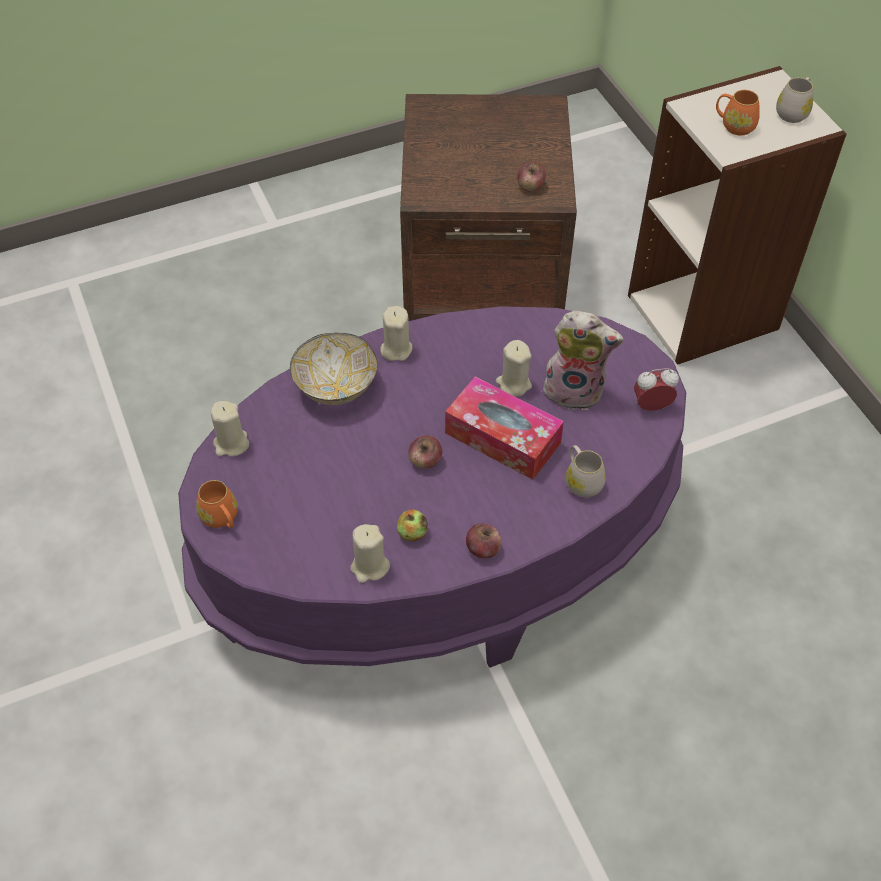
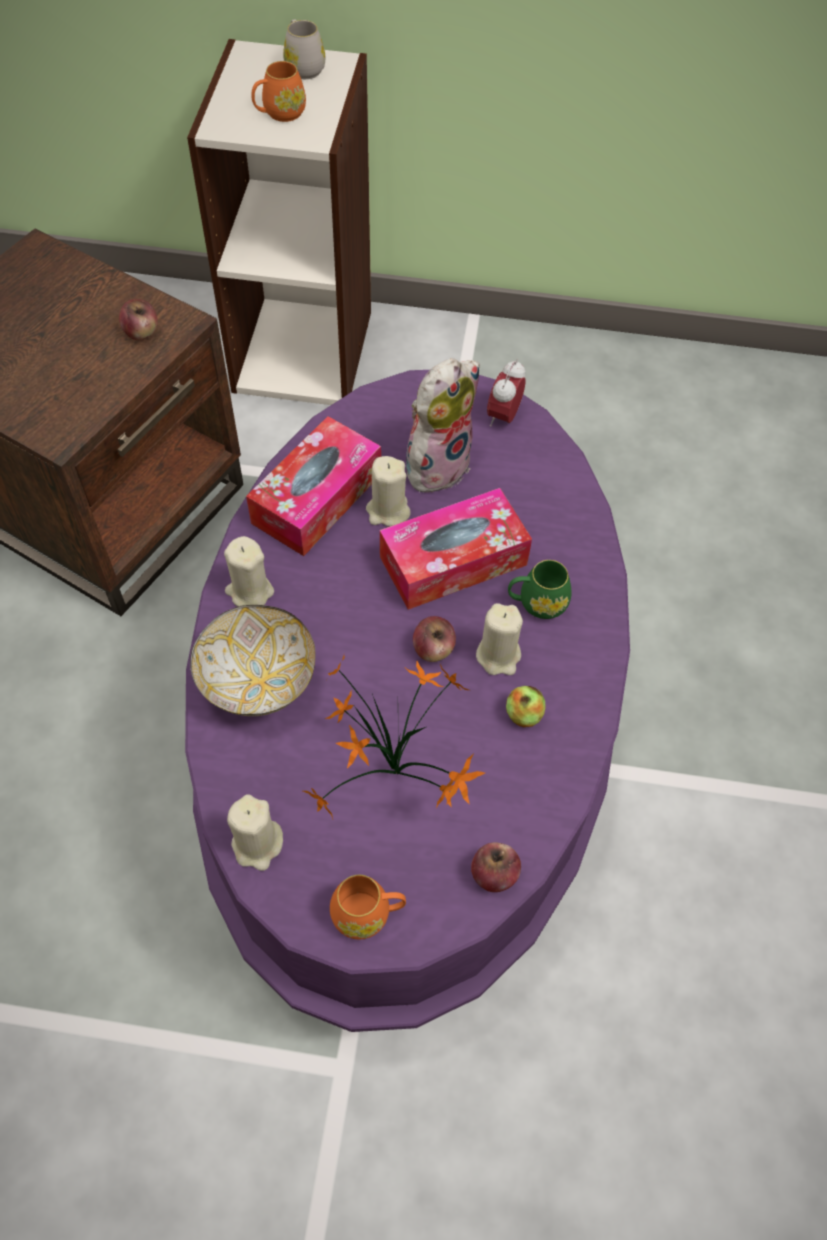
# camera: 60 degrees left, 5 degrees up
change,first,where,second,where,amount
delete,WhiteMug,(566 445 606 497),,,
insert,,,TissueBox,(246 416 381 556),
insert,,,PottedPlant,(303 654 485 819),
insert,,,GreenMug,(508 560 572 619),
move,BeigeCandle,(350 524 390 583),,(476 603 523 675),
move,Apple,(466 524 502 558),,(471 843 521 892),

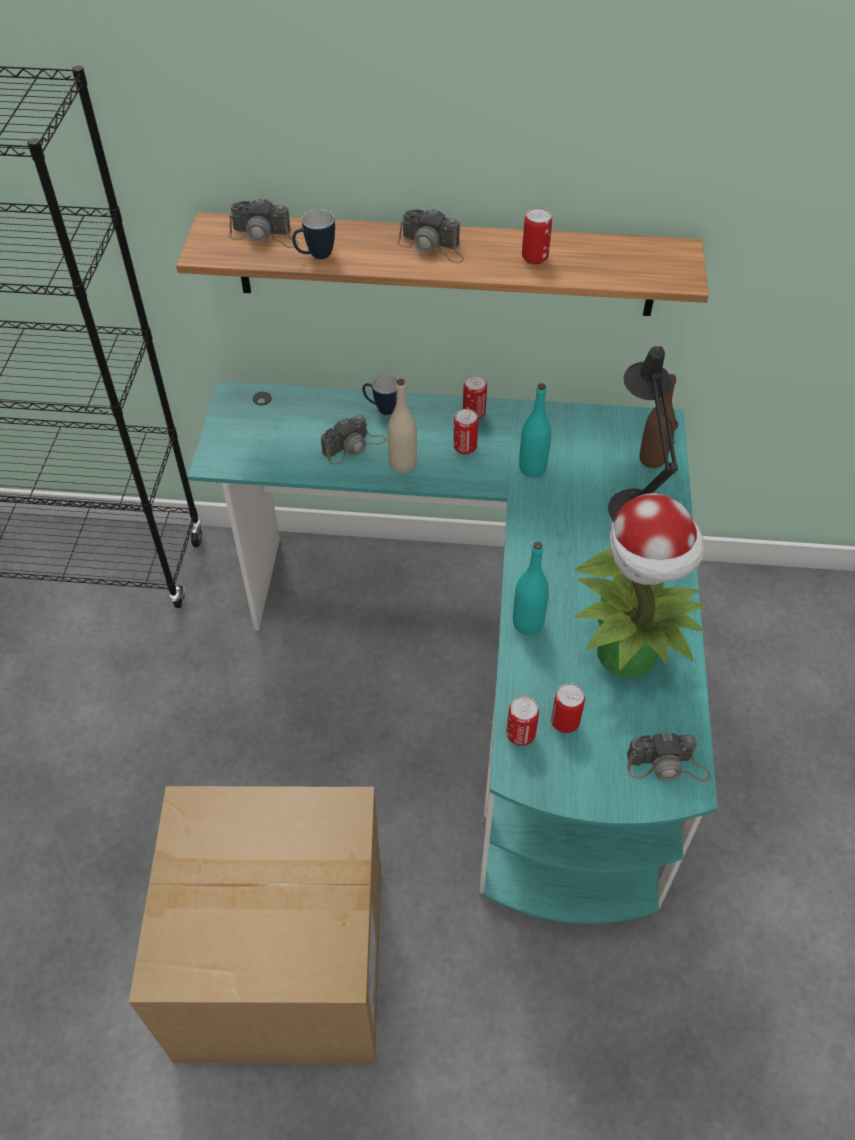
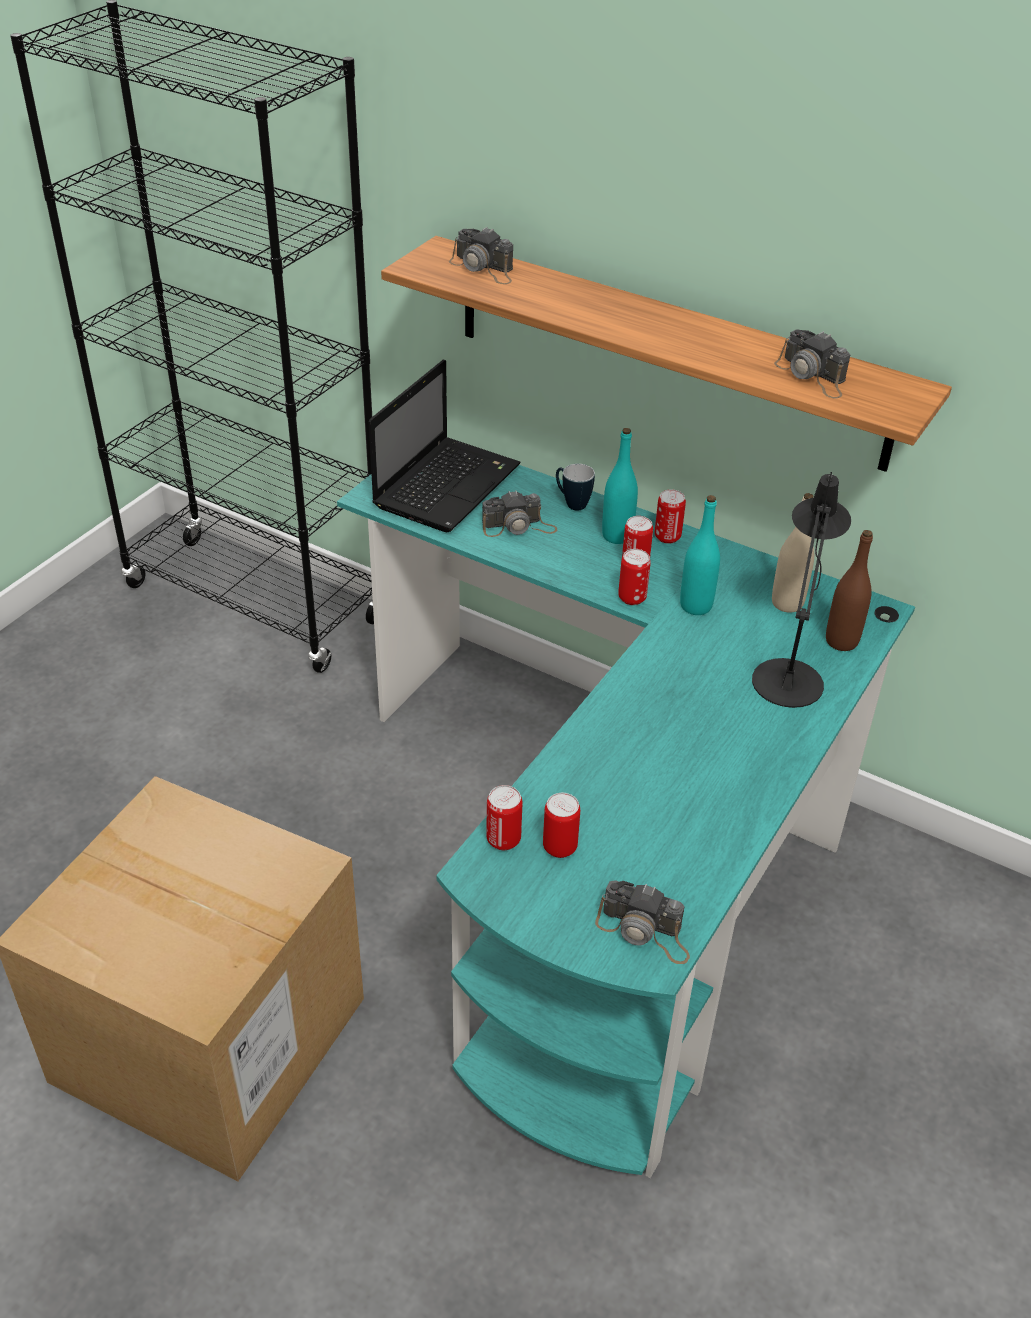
# camera: 25 degrees right, 10 degrees down
change,first,where,second,where,amount
delete,Mug,(292 209 335 259),,,
delete,PottedPlant,(574 493 706 678),,,
insert,,,Laptop,(369 359 521 532),
move,BeigeBottle,(387 379 417 473),,(772 493 814 613),
move,PhotoCamera,(397 208 464 263),,(774 329 850 398),
move,TurquoiseBottle,(513 542 549 635),,(602 428 638 544),
move,Can,(522 208 552 265),,(618 549 651 605),

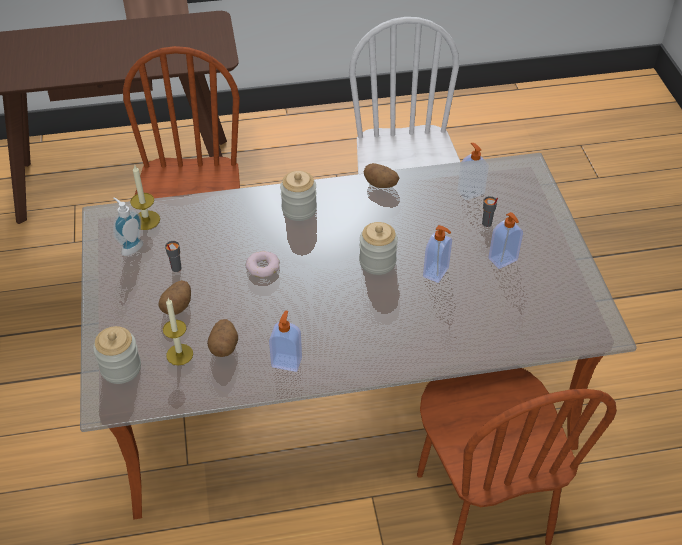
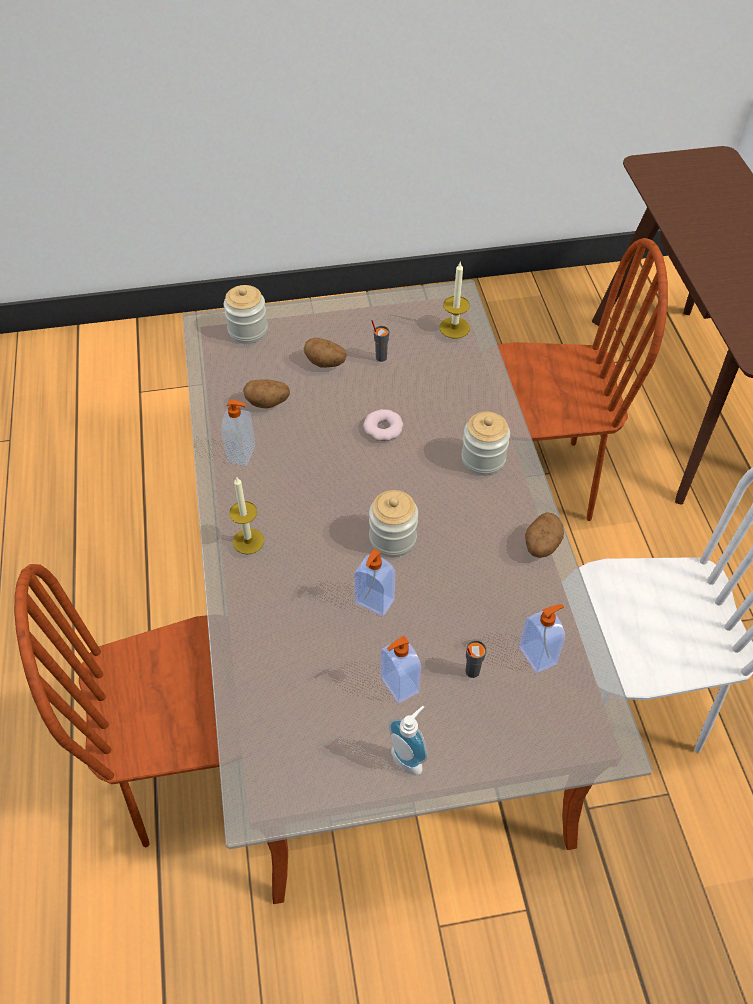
# camera: 90 degrees right, 5 degrees up
change,first,where,second,where,amount
move,SoapDispenser,(113 197 143 256),,(389 706 428 775),
move,Candle,(163 298 193 366),,(229 476 264 554),

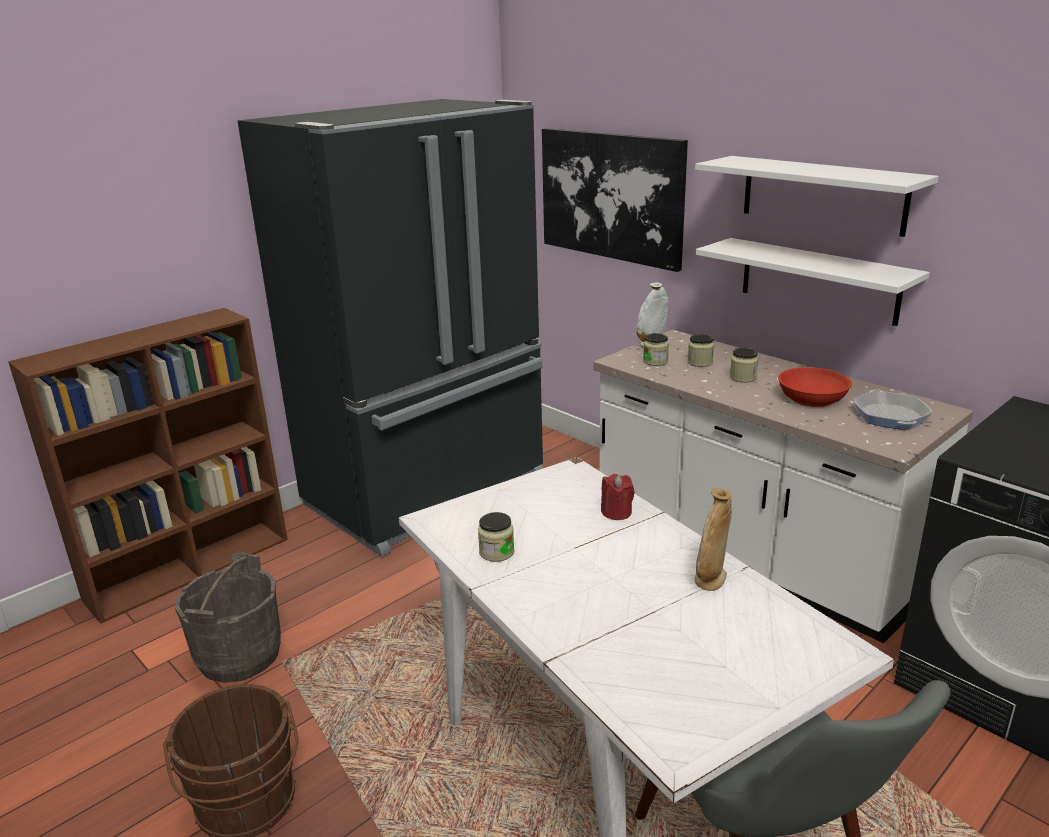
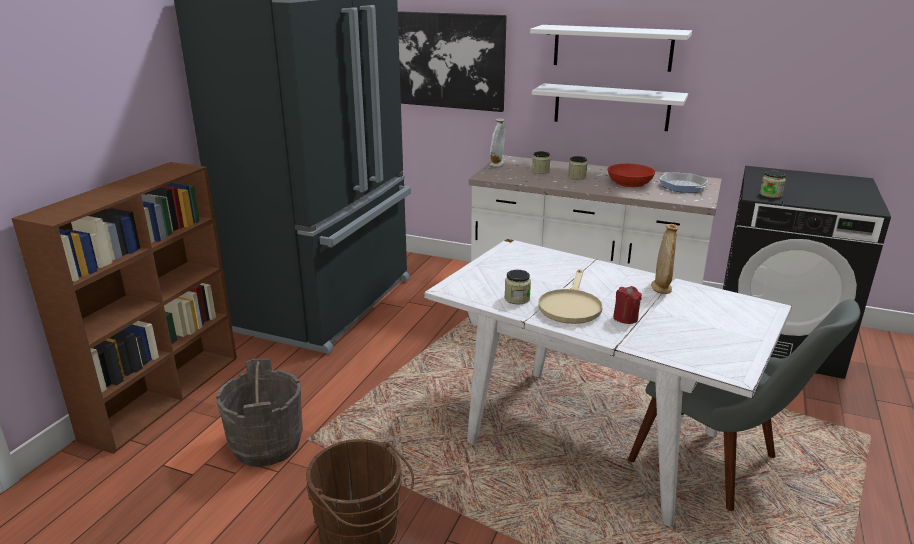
# camera: 25 degrees left, 0 degrees up
change,first,where,second,where,amount
insert,,,BeigeFryingPan,(538 269 602 324),
move,RedCandle,(601 474 635 520),,(613 286 642 324),
move,Jar,(643 333 669 366),,(760 171 786 198),

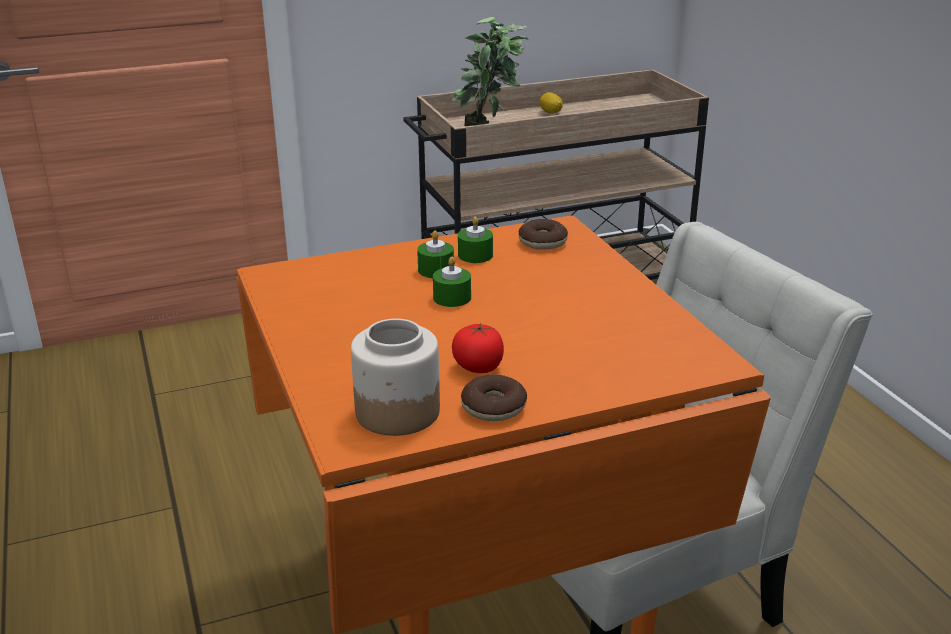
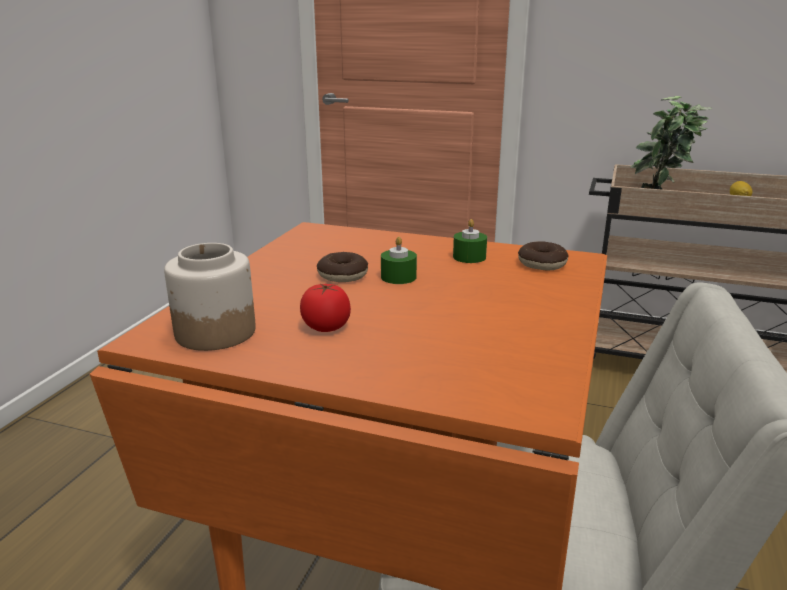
# camera: 40 degrees right, 5 degrees down
change,first,where,second,where,amount
delete,GreenCandle,(417 230 454 278),,,
move,Donut,(461 375 527 421),,(317 252 368 282),

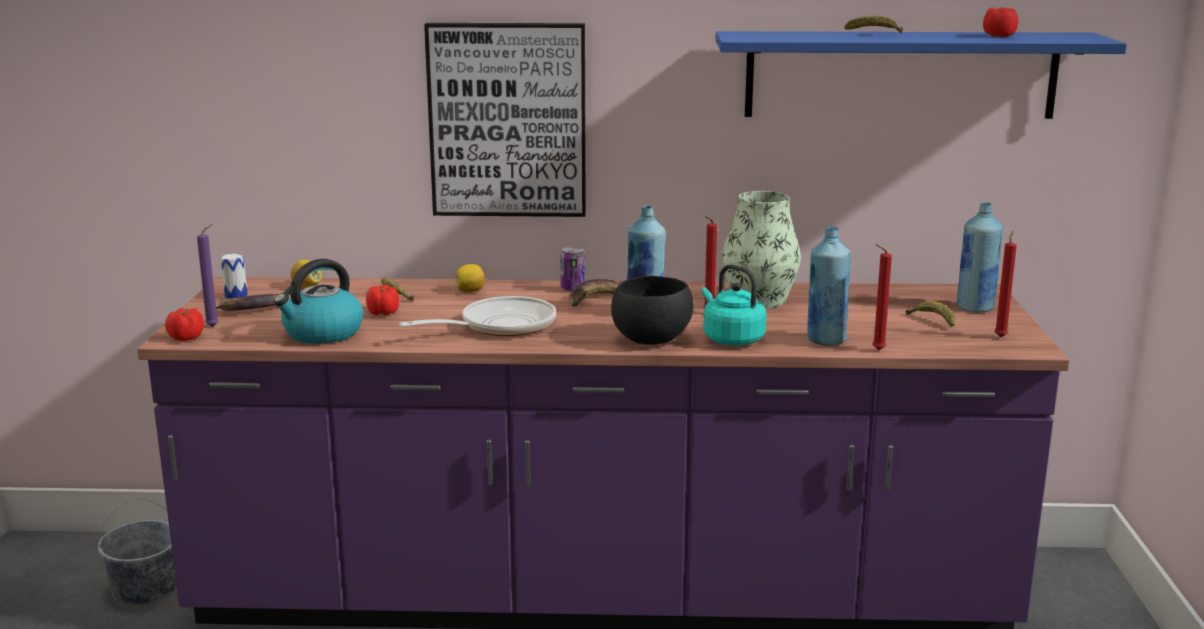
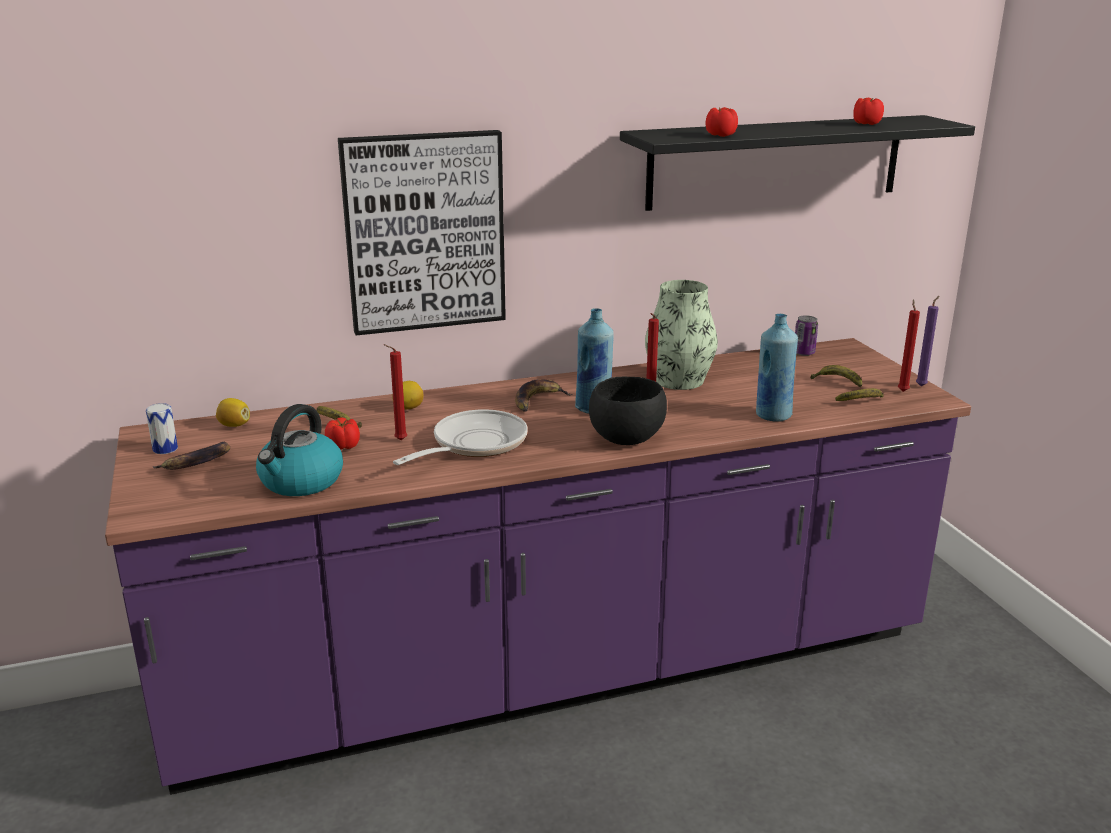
# camera: 20 degrees left, 5 degrees up
change,first,where,second,where,amount
delete,GreyBucket,(97 498 177 605),,,
delete,TurquoiseKettle,(702 264 766 345),,,
delete,BlueBottle,(957 202 1003 313),,,
move,Tomato,(165 308 204 341),,(706 107 738 137),
move,PurpleCandle,(197 224 219 327),,(916 296 939 386),
move,Can,(560 246 585 291),,(795 316 818 356),
move,Banana,(844 16 903 33),,(835 388 884 401),
move,RedCandle,(872 244 892 350),,(384 344 407 440),
recolor,BlueShelf,(715 31 1127 119),BlackShelf,(620 115 975 211),

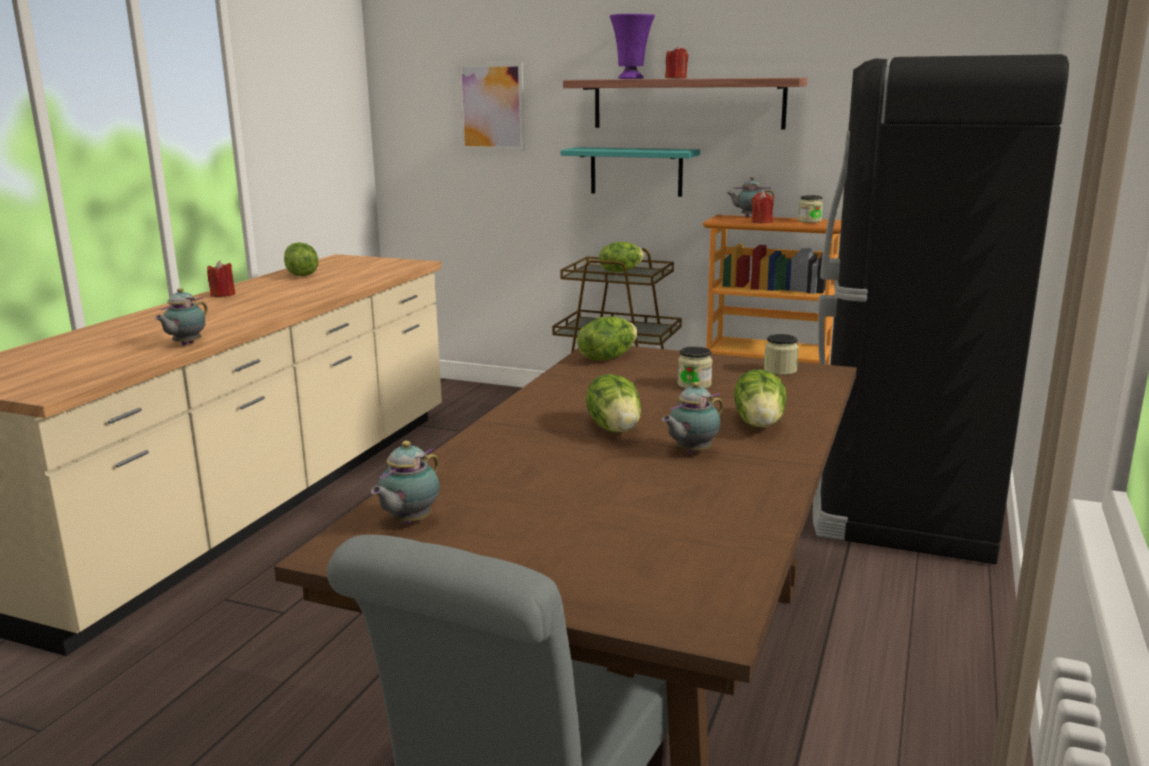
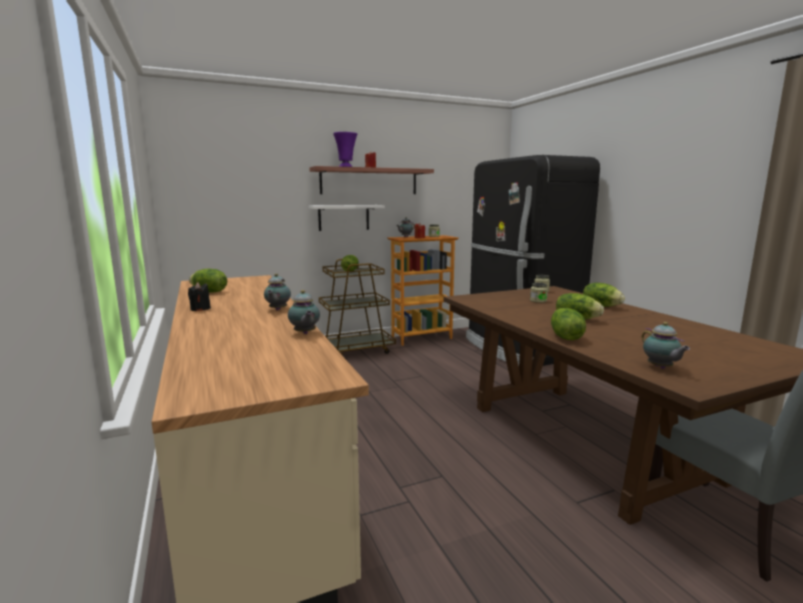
# camera: 45 degrees left, 5 degrees down
change,first,where,second,where,amount
delete,Picture,(458 62 525 151),,,
move,Lettuce,(577 316 637 360),,(551 308 586 340),
move,Teapot,(662 382 723 453),,(264 274 291 310),
recolor,RedCandle,(207 261 235 297),BlackCandle,(188 282 211 311),
recolor,TurquoiseShelf,(560 147 700 197),WhiteShelf,(309 205 385 231),

